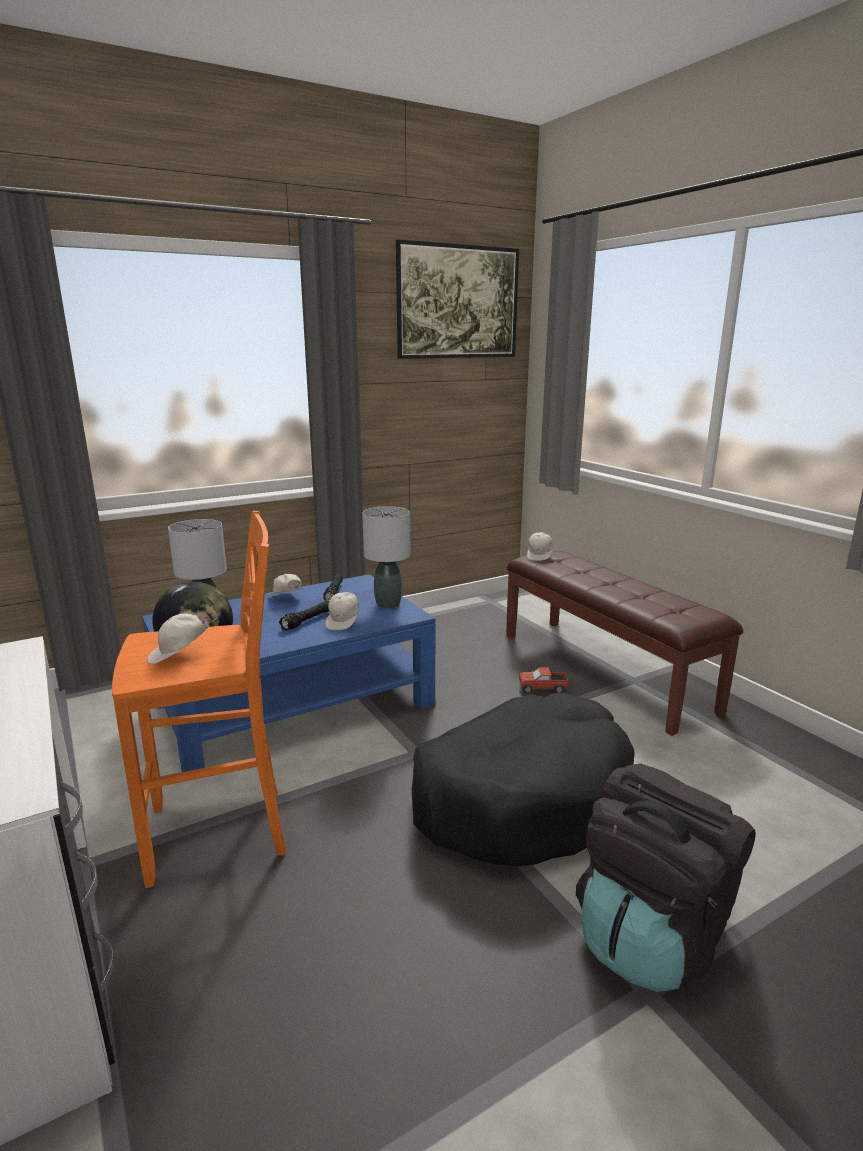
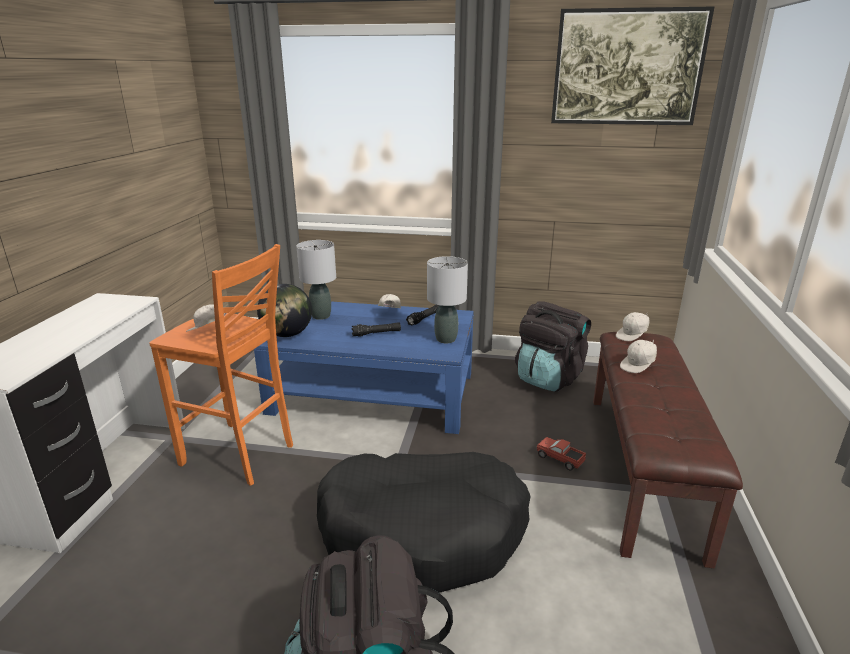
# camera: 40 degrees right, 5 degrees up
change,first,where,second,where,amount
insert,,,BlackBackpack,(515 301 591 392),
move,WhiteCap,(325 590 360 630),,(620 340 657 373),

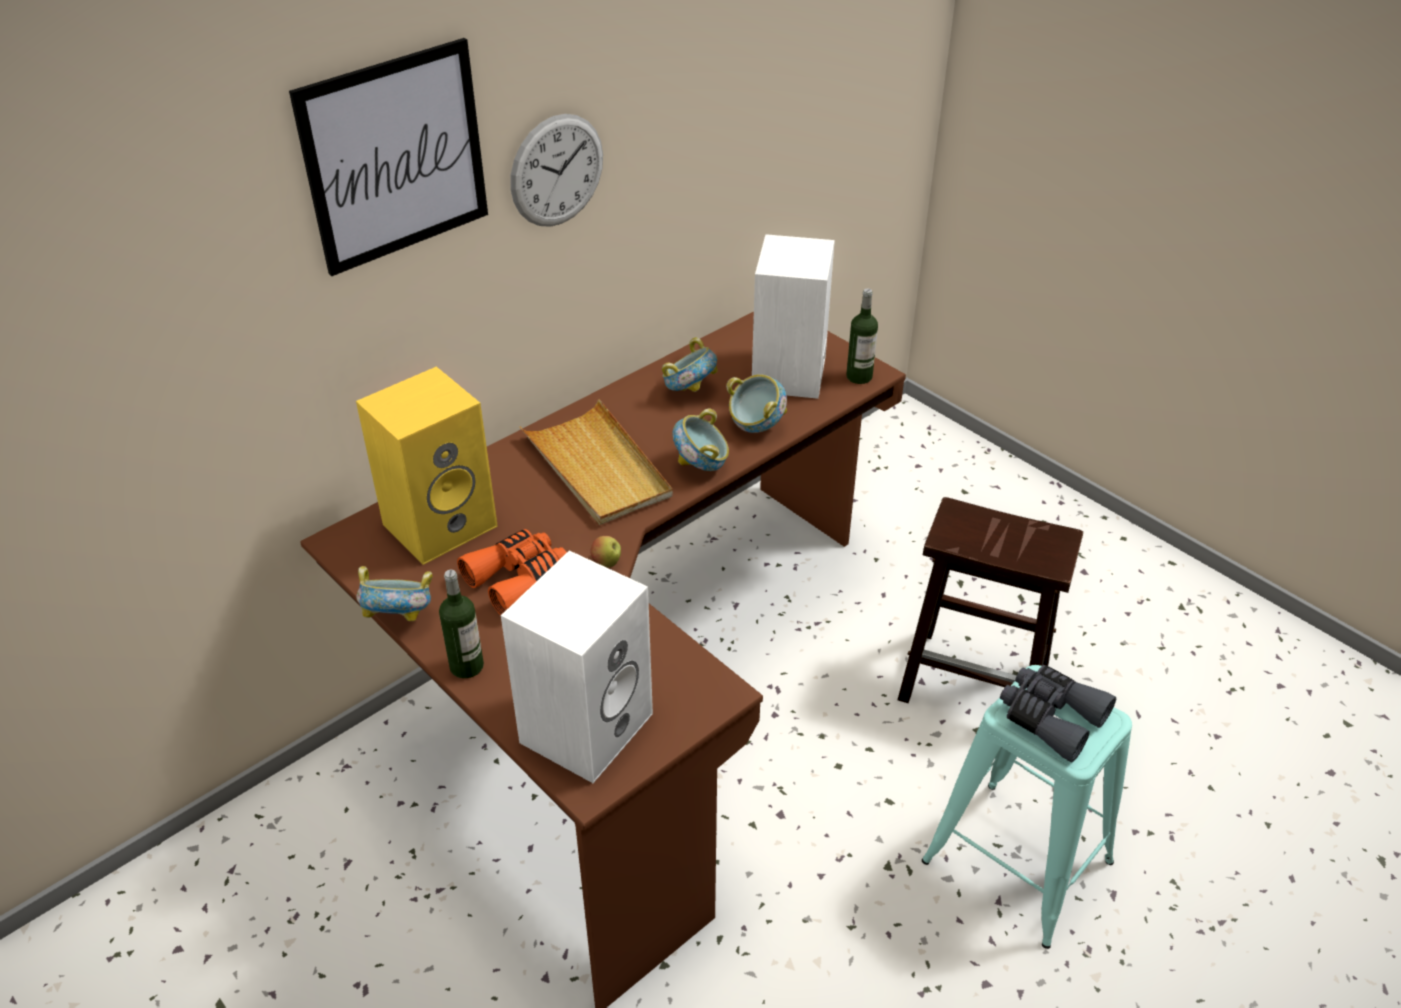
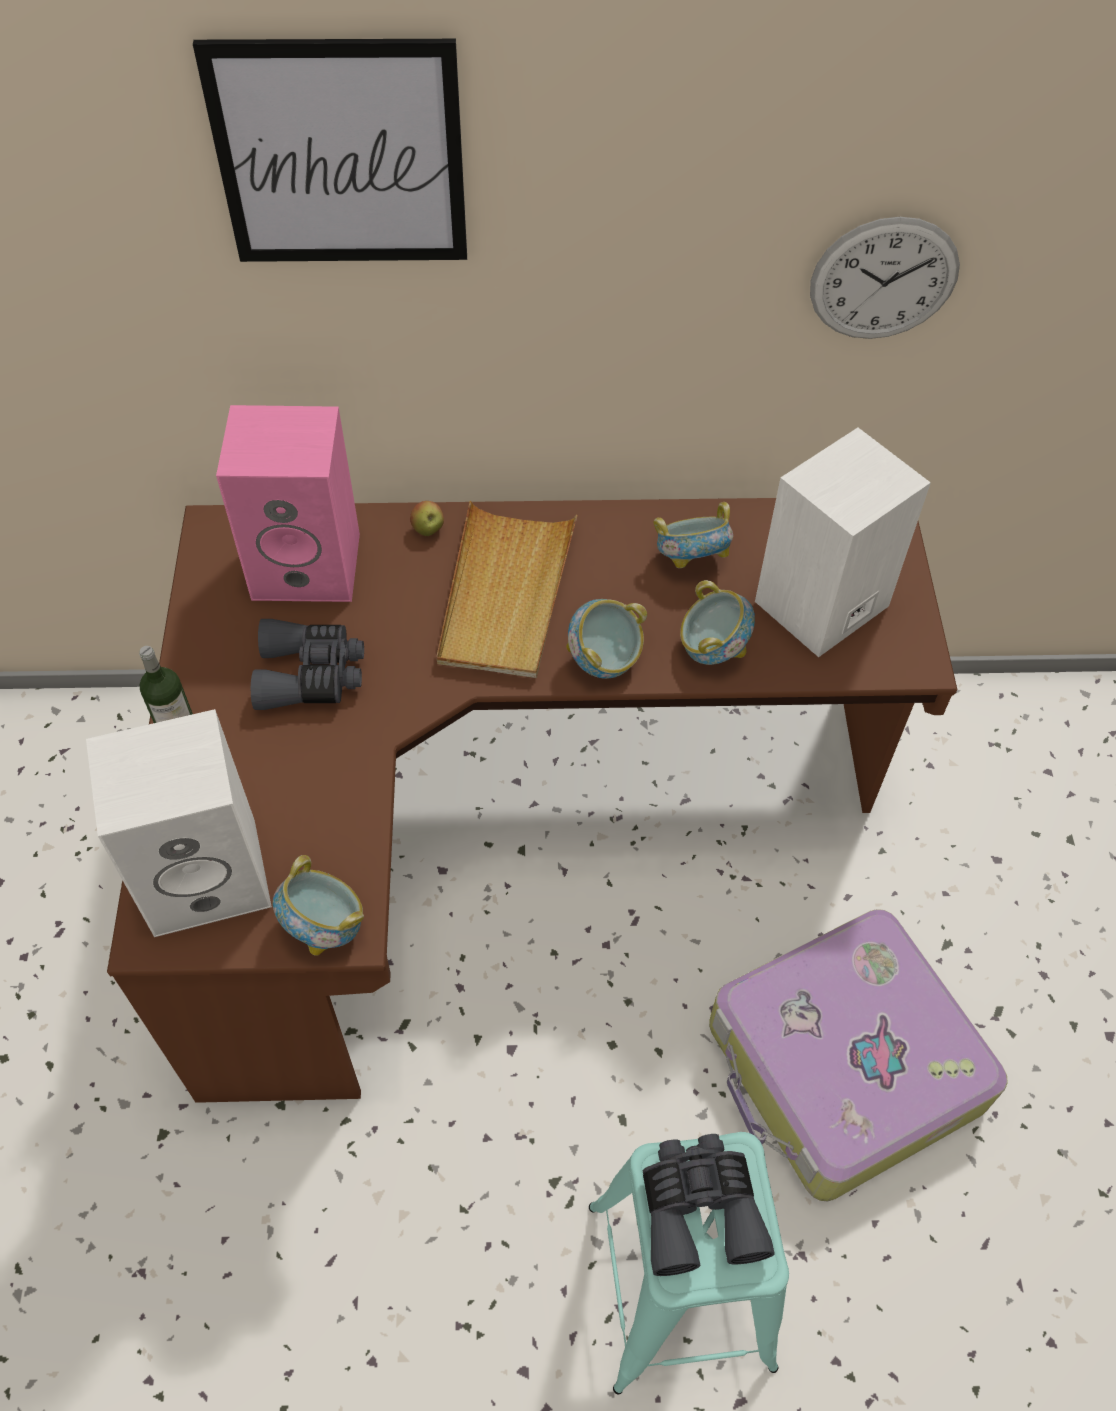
# camera: 40 degrees right, 15 degrees up
change,first,where,second,where,amount
delete,Bottle,(846 289 878 384),,,
move,Bowl,(356 566 433 621),,(273 855 364 956),
move,WallClock,(510 114 603 227),,(810 217 960 339),
move,Apple,(590 536 621 568),,(410 501 444 536),
replace,BrownStool,(898 497 1083 703),Suitcase,(709 909 1008 1202),
recolor,YellowSpeaker,(356 366 498 565),PinkSpeaker,(216 405 360 602),
recolor,OrangeBinoculars,(457 529 567 615),GreyBinoculars,(251 619 364 710),

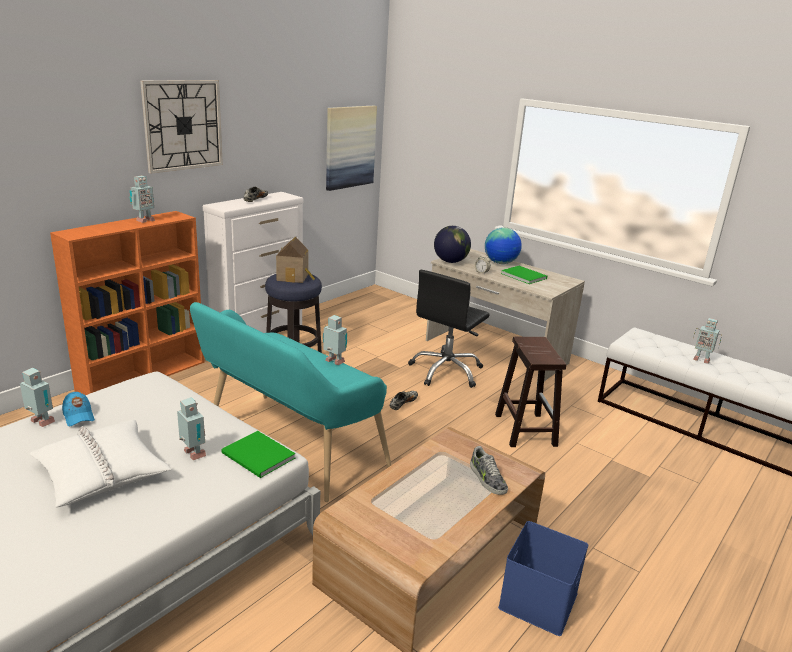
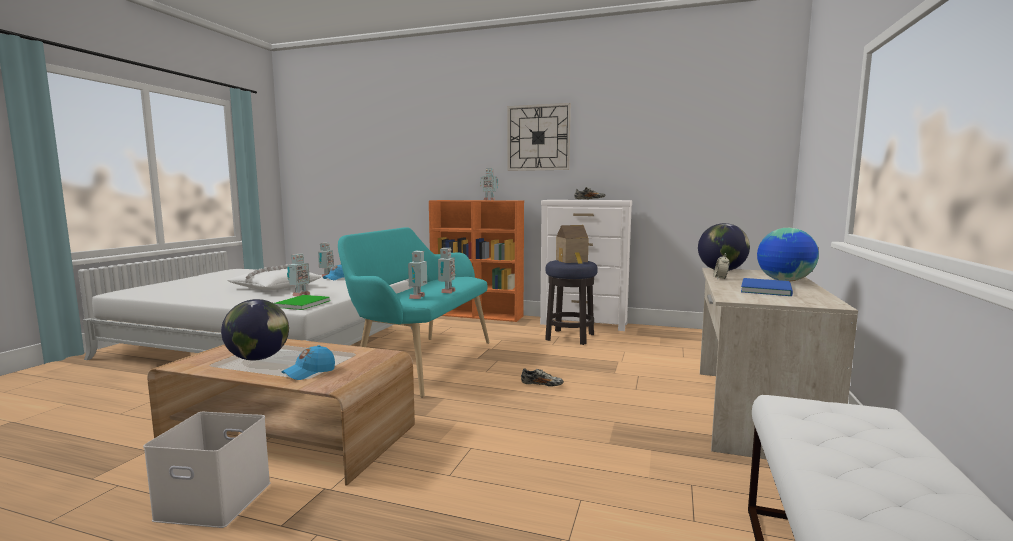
# camera: 70 degrees right, 15 degrees down
change,first,where,second,where,amount
delete,Picture,(326 106 377 191),,,
delete,BlackOfficeChair,(408 270 490 388),,,
delete,BrownStool,(495 337 566 447),,,
insert,,,Globe,(221 299 289 361),
move,ToyRobot,(693 318 722 364),,(408 251 427 299),
replace,Shoe,(470 446 508 495),BlueCap,(281 345 335 380),
recolor,BlueStorageBox,(498 521 588 636),WhiteStorageBox,(143 412 271 528),
recolor,GreenBook,(501 266 547 284),BlueBook,(741 278 793 296),

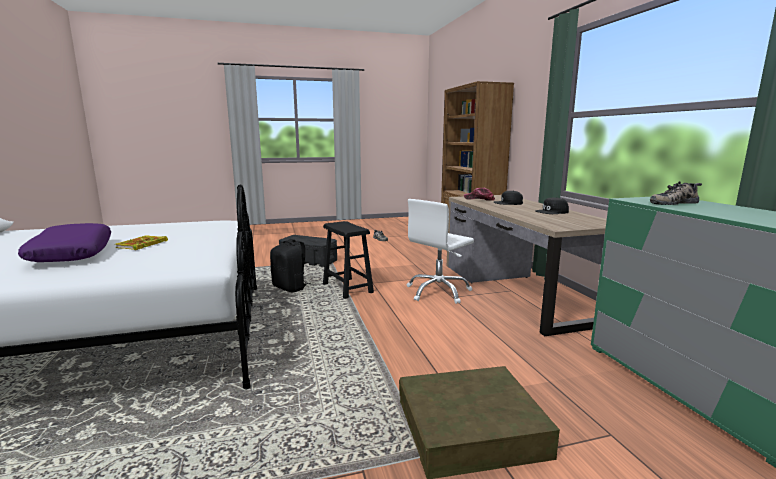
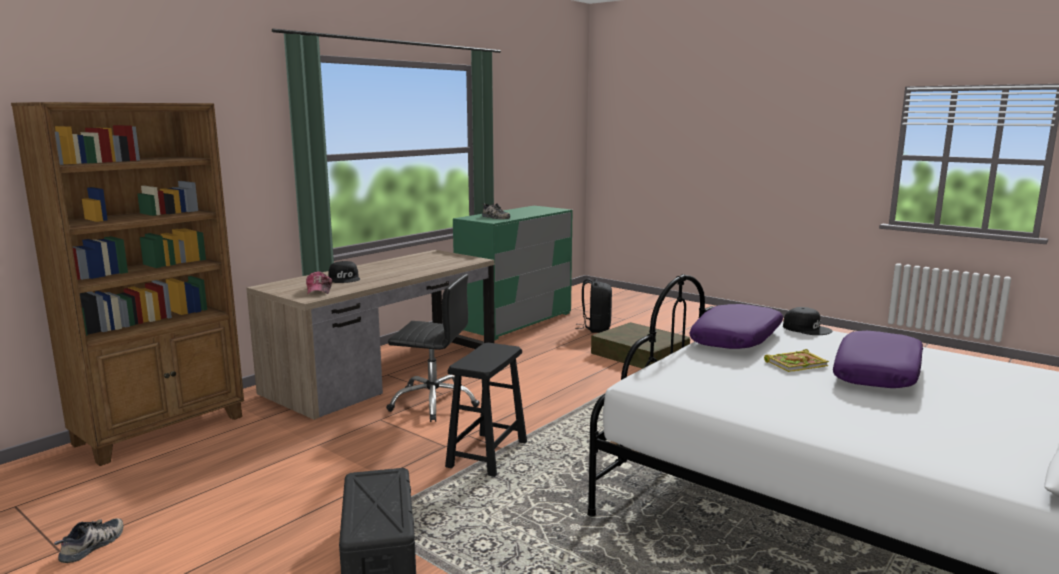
# camera: 125 degrees left, 0 degrees up
change,first,where,second,where,amount
insert,,,PurplePillow,(690 304 783 349),
move,BlackBackpack,(270 239 311 292),,(575 278 612 333),
move,BlackCap,(536 197 569 214),,(783 307 833 335),
recolor,WhiteOfficeChair,(407 199 474 304),BlackOfficeChair,(386 274 480 422),

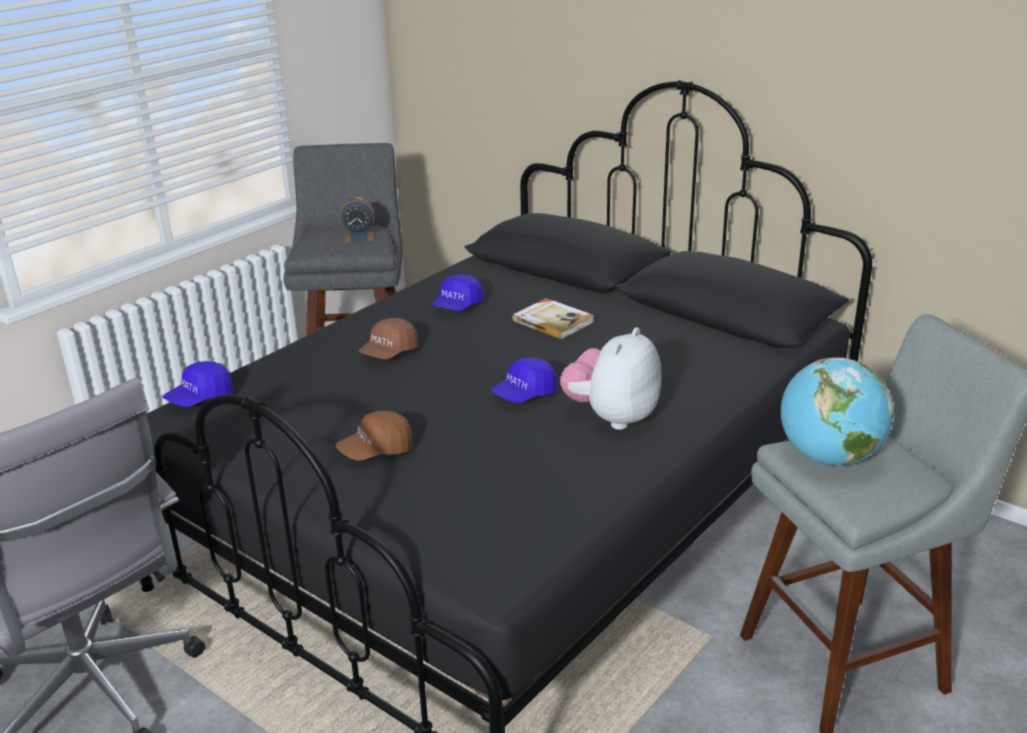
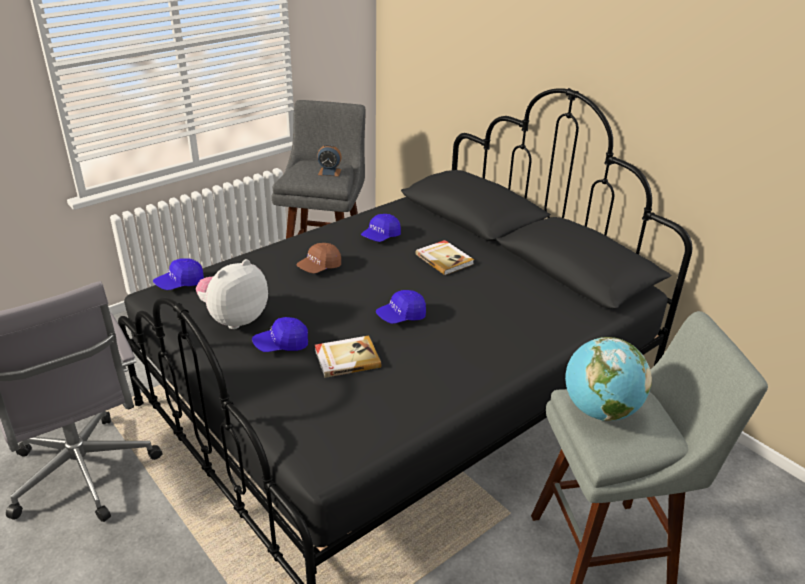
# camera: 10 degrees right, 5 degrees up
change,first,where,second,where,amount
insert,,,Book,(315 335 381 378),
move,PlushToy,(560 327 661 430),,(196 259 268 329),
recolor,BrownCap,(336 411 413 461),BlueCap,(252 317 308 352),

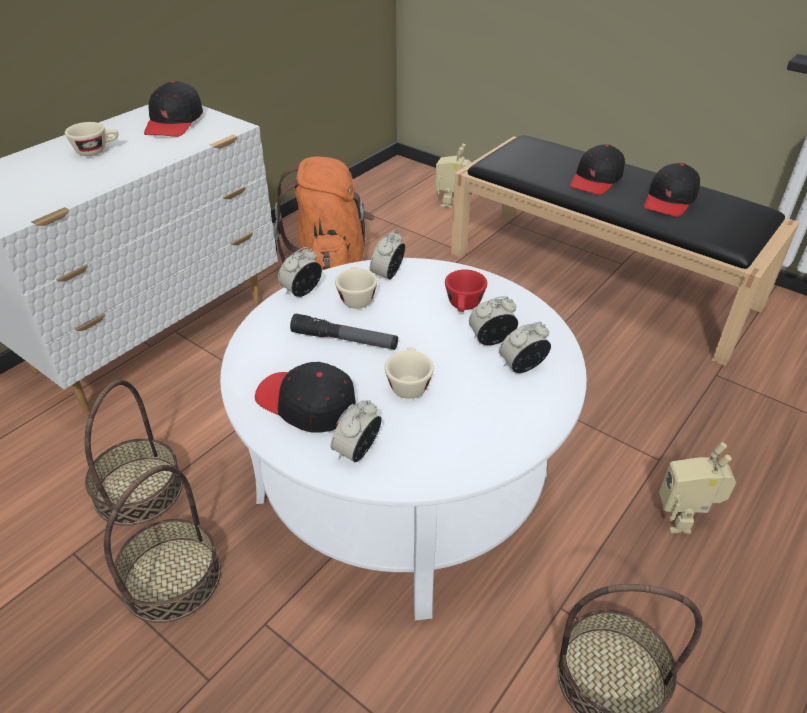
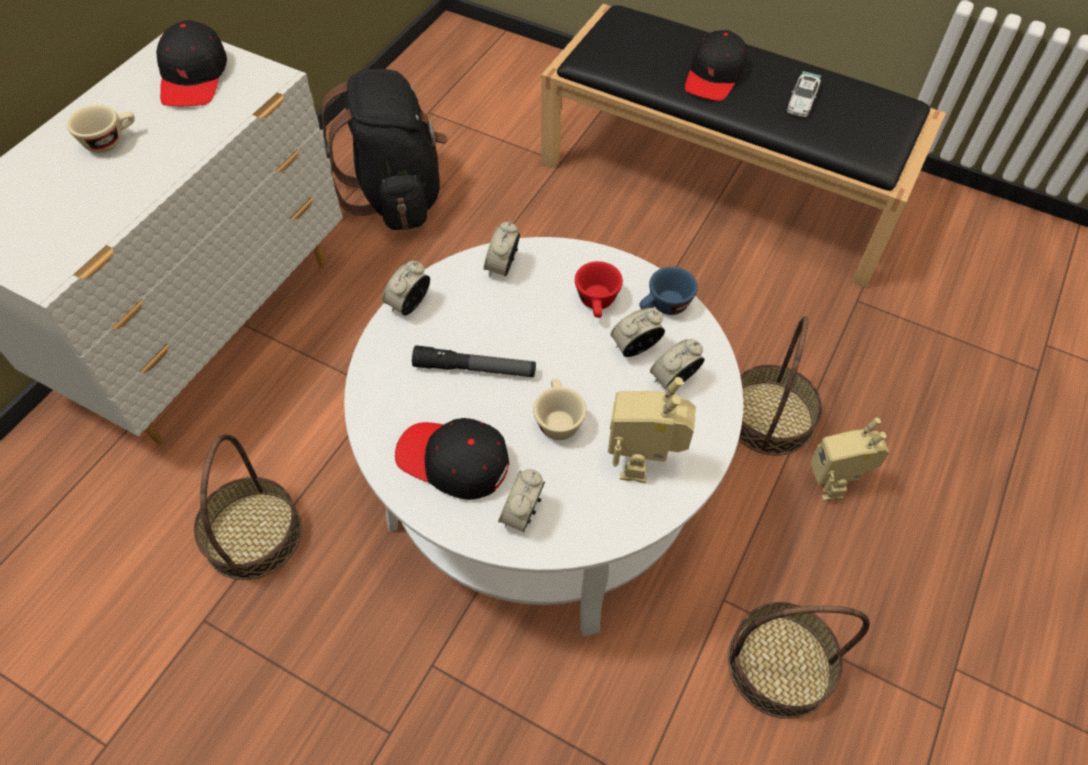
# camera: 10 degrees left, 15 degrees up
change,first,where,second,where,amount
delete,BeigeCup,(335 267 377 308),,,
insert,,,BlueCup,(639 267 698 315),
move,Basket,(104 465 221 623),,(739 316 822 456),
move,ToyRobot,(435 144 471 208),,(608 377 696 483),
replace,BlackCap,(644 163 700 217),ToyCar,(787 71 821 117),
recolor,OrangeBackpack,(274 156 374 270),BlackBackpack,(320 69 448 230),

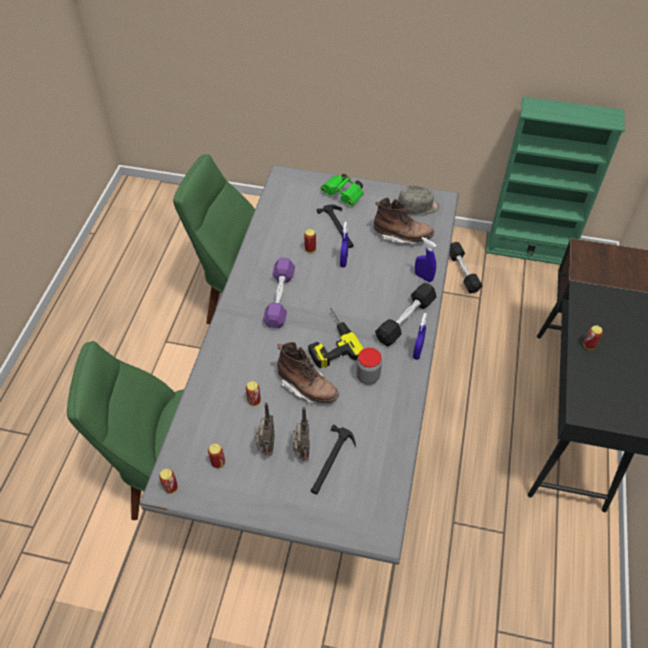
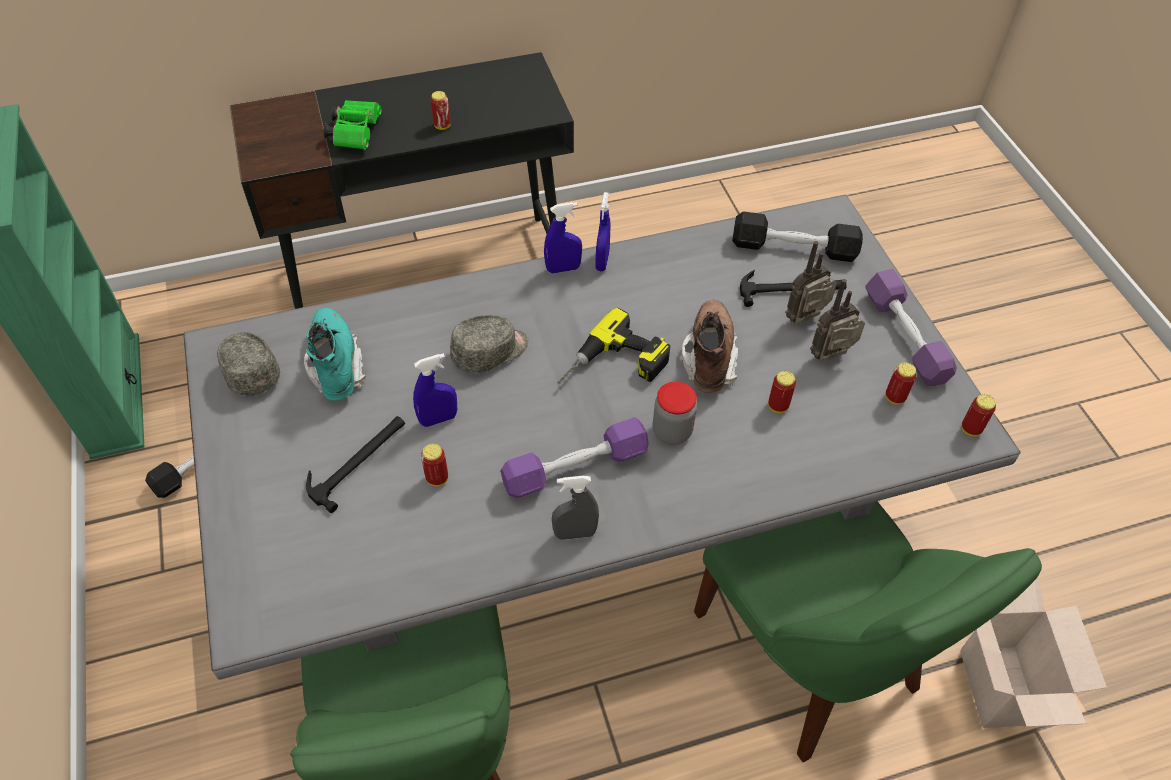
# camera: 120 degrees left, 0 degrees up
change,first,where,second,where,amount
insert,,,GreyCap,(450 315 529 373),
insert,,,GreySprayBottle,(552 476 599 540),
insert,,,PurpleDumbbell,(865 269 957 386),
insert,,,CardboardBox,(960 580 1107 728),
move,GreenBinoculars,(321 174 364 206),,(323 100 382 150),
move,Jar,(356 348 382 385),,(653 382 697 445),
move,BlackDumbbell,(375 283 436 347),,(732 212 863 262),
move,BlueSprayBottle,(415 237 436 282),,(596 192 610 271),
recolor,BrownBoot,(374 198 434 245),TurquoiseBoot,(304 308 366 401),

